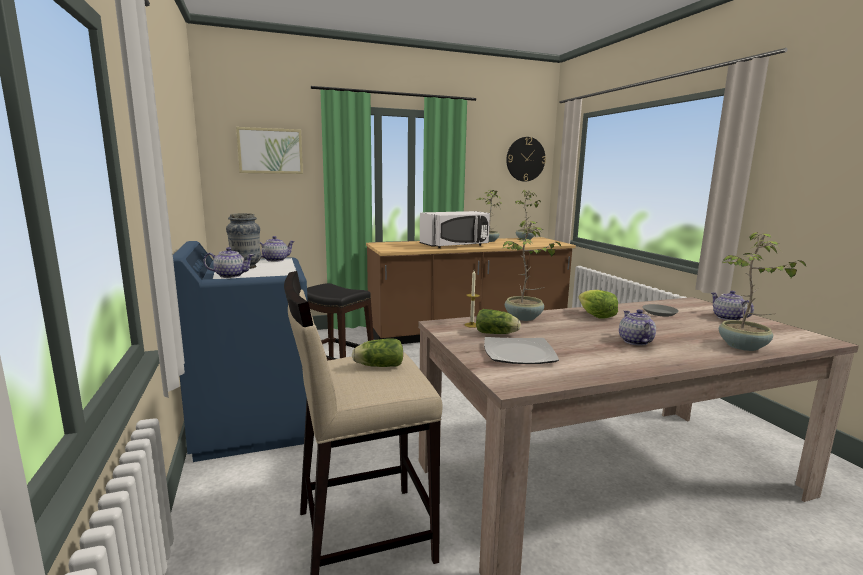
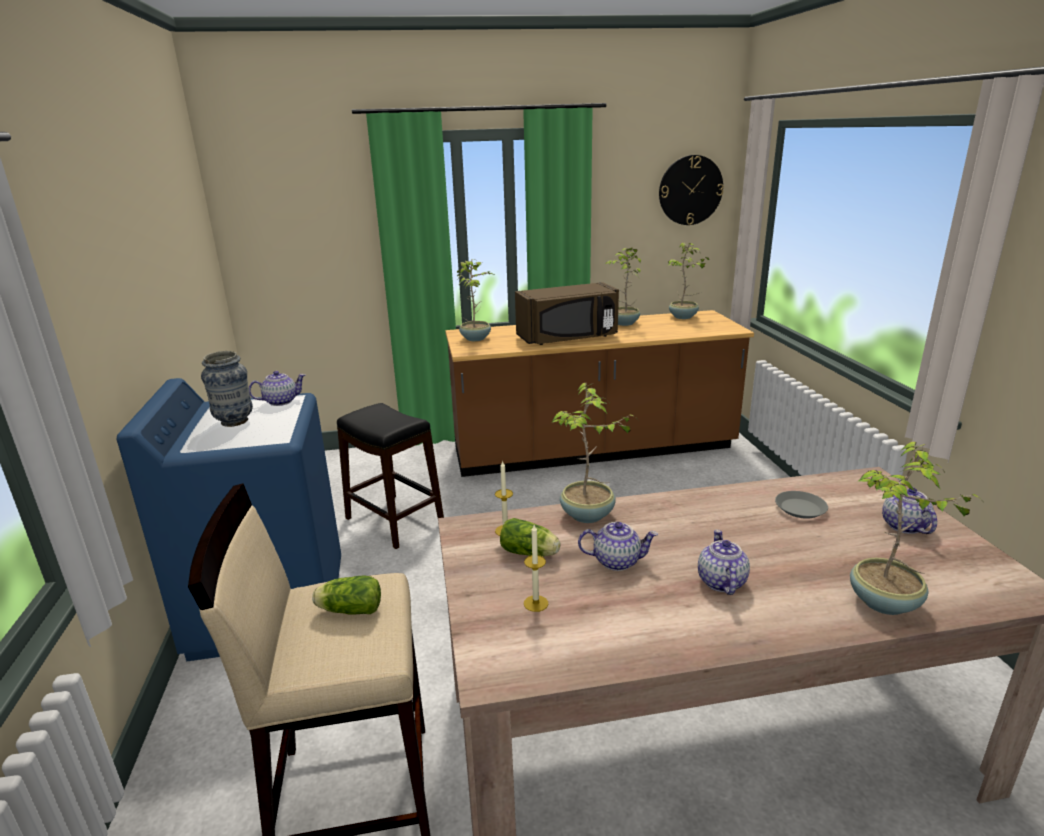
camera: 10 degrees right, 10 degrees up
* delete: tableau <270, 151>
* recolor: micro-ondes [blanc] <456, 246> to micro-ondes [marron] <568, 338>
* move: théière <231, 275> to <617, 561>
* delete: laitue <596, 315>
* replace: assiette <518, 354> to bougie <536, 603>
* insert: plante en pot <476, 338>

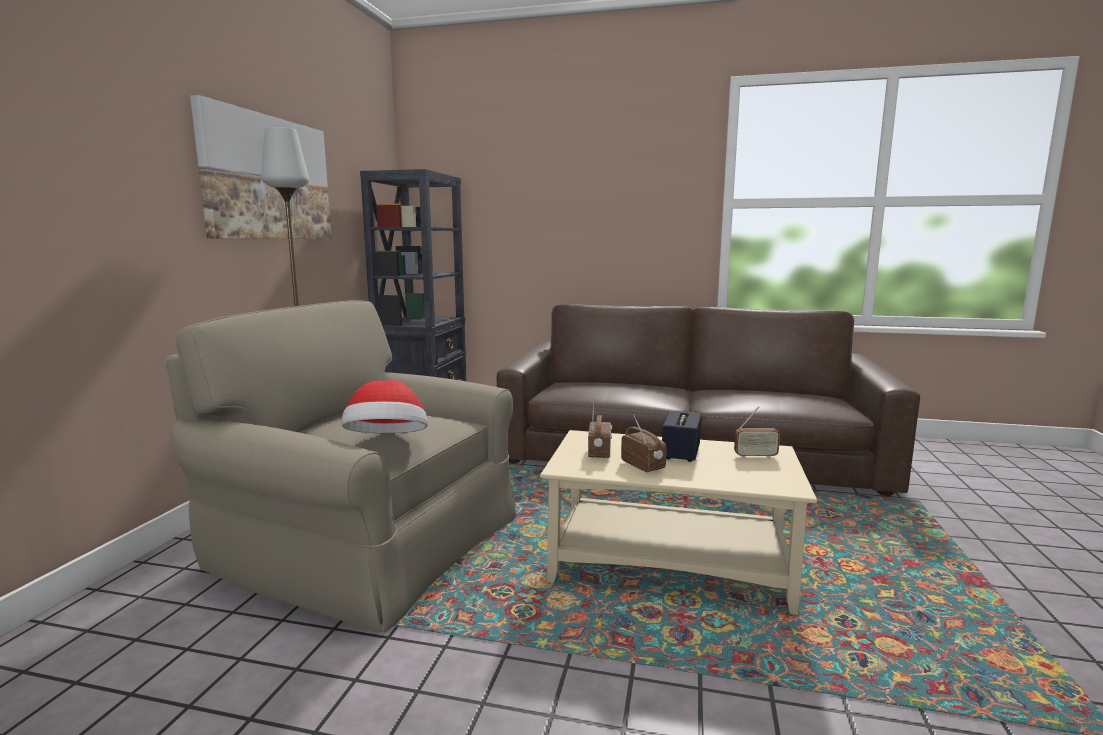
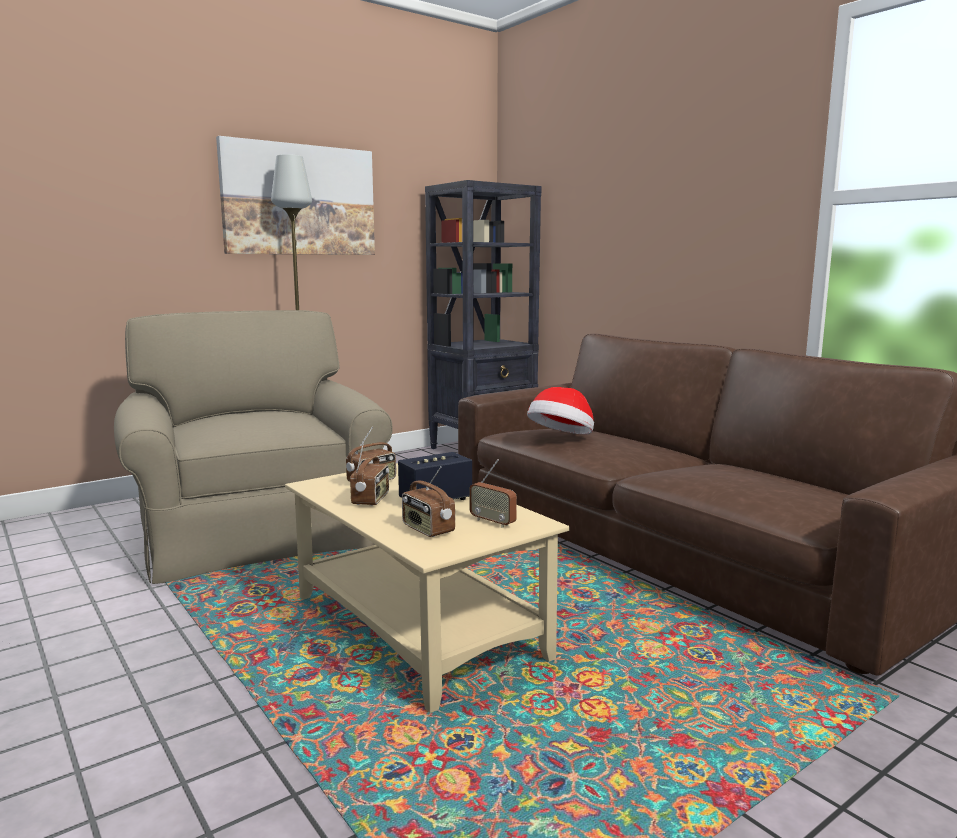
camera: 40 degrees right, 0 degrees up
* move: chapeau <388, 443> to <561, 438>
* insert: radio <427, 529>

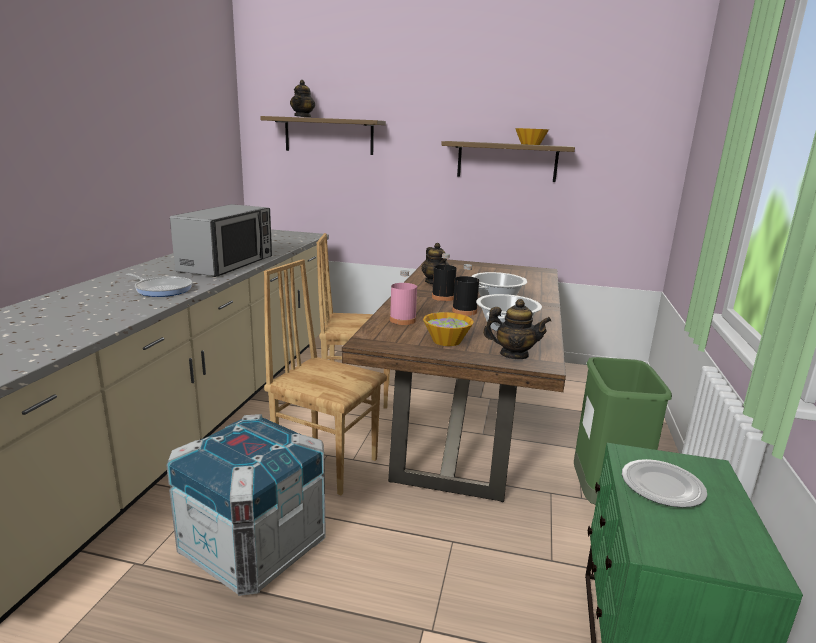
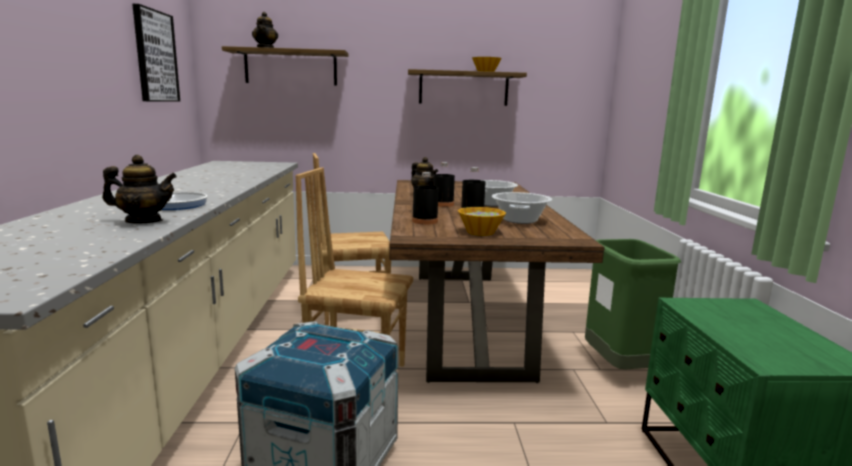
camera: 15 degrees left, 5 degrees down
* delete: micro-ondes <227, 264>
* recolor: bouteille [rose] <402, 320> to bouteille [noir] <425, 221>
* move: théière <514, 355> to <144, 221>
* delete: assiette <663, 485>
* insert: tableau <155, 56>

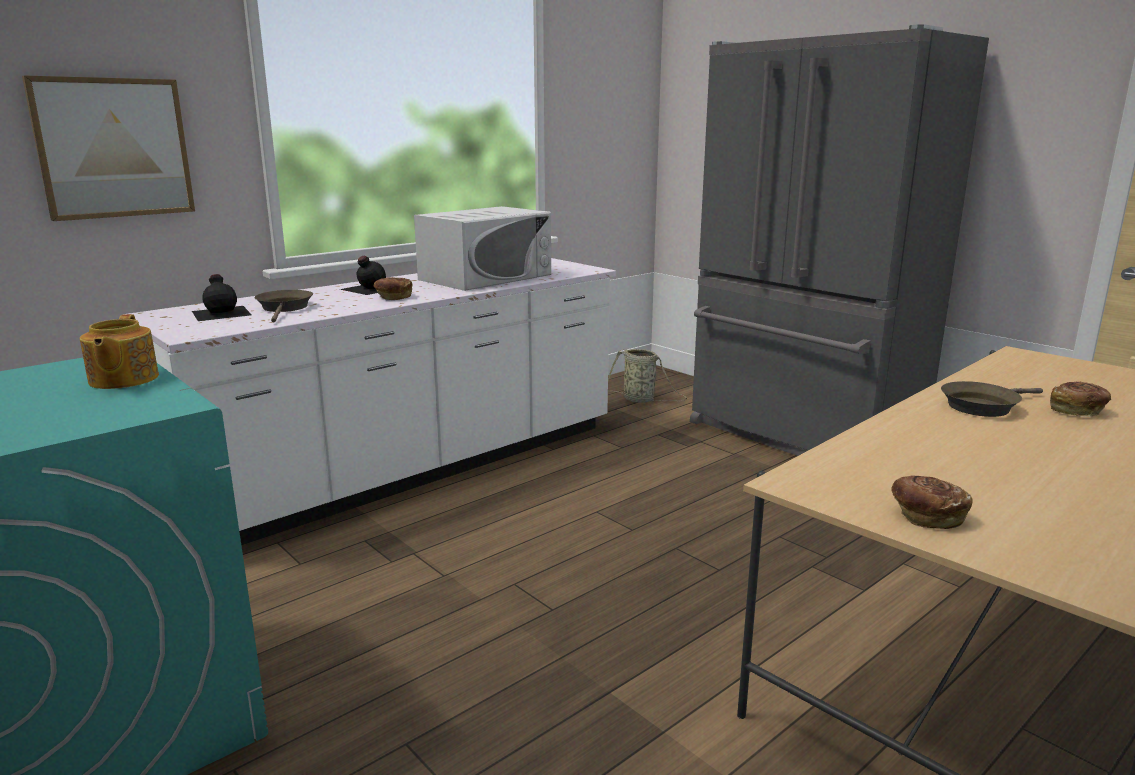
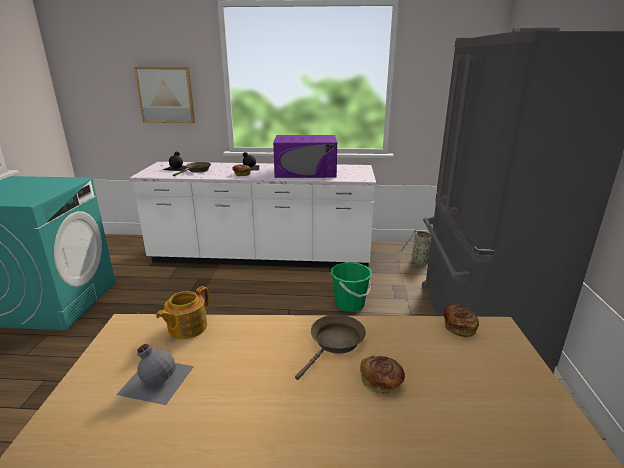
camera: 45 degrees right, 5 degrees up
* recolor: micro-ondes [blanc] <486, 277> to micro-ondes [violet] <306, 172>
* move: théière <122, 379> to <186, 327>
* rotate: poêle [marron] <983, 406> = <335, 343> 105 degrees clockwise
* move: pain <926, 516> to <458, 327>
* insert: seau [vert] <349, 304>
* insert: bouteille [gris] <156, 379>

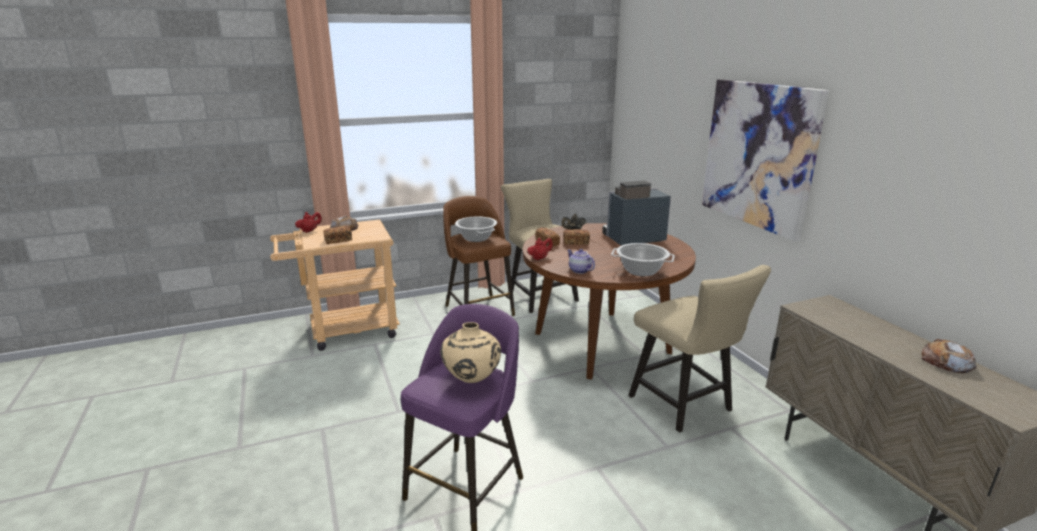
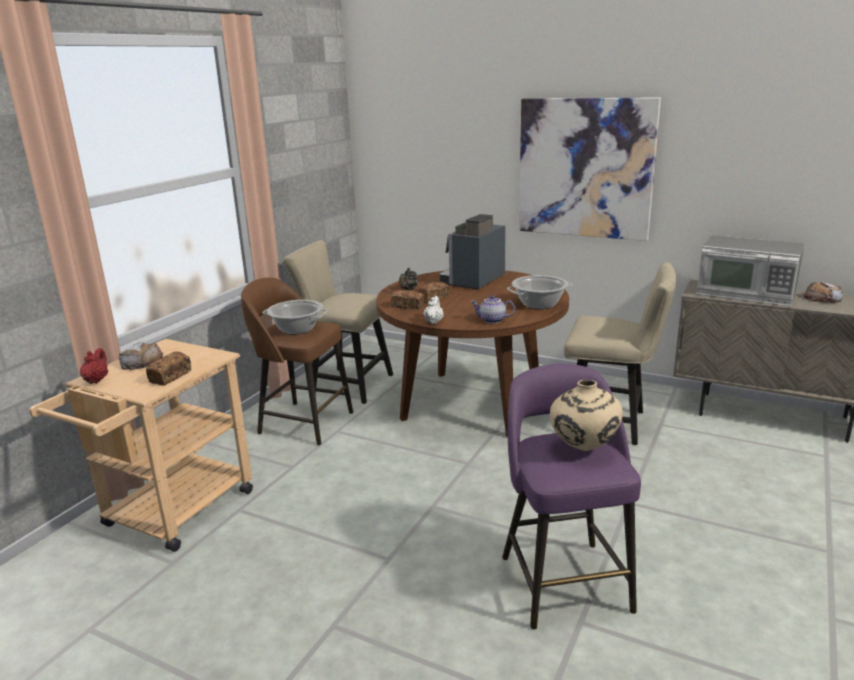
camera: 40 degrees left, 0 degrees up
* recolor: théière [rouge] <539, 258> to théière [blanc] <433, 322>
* insert: micro-ondes <746, 294>

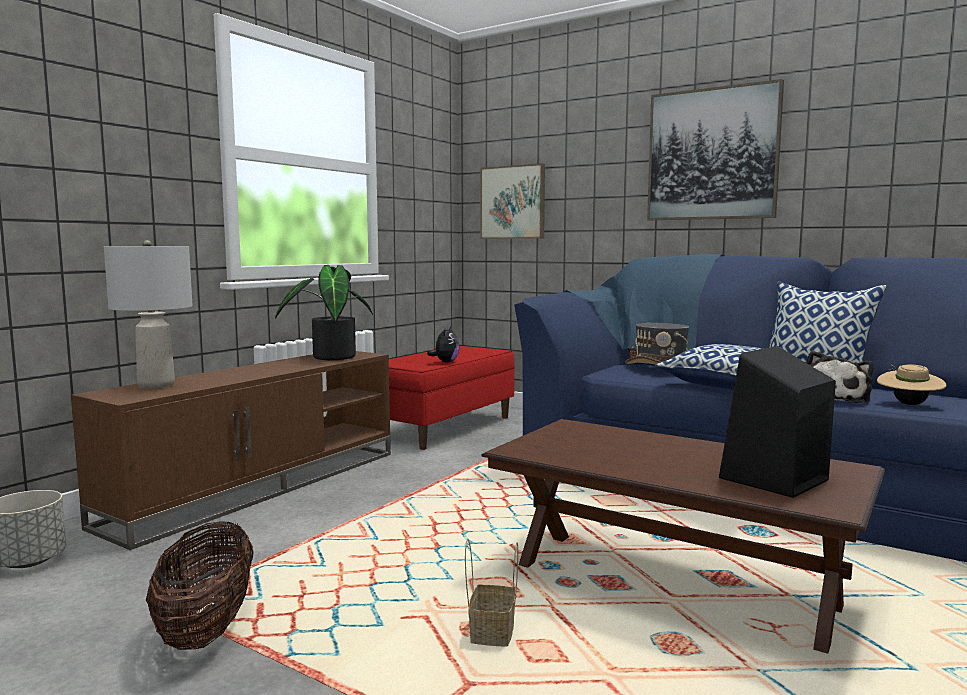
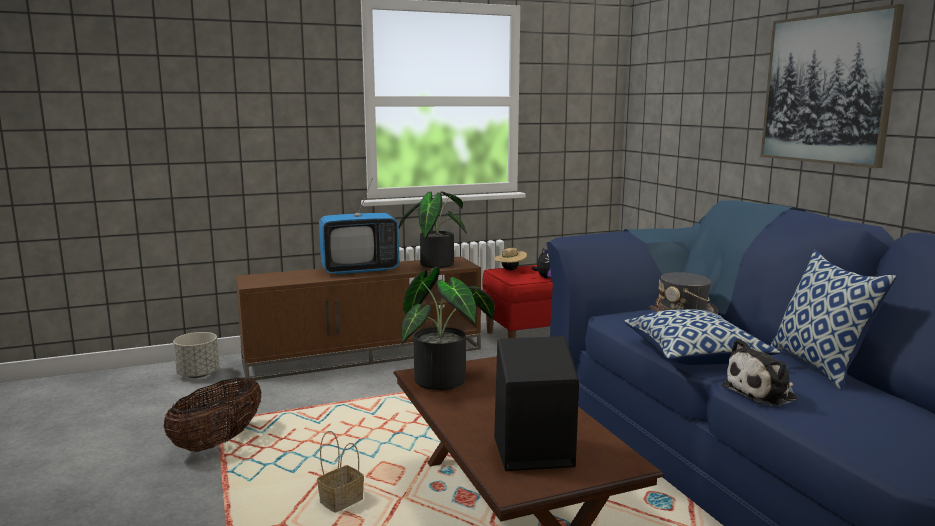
camera: 35 degrees right, 5 degrees up
* delete: tableau <513, 202>
* delete: lampe de table [gris] <156, 385>
* move: chapeau [beige] <908, 404> to <510, 270>
* insert: téléviseur <360, 270>
* insert: plante en pot <447, 380>

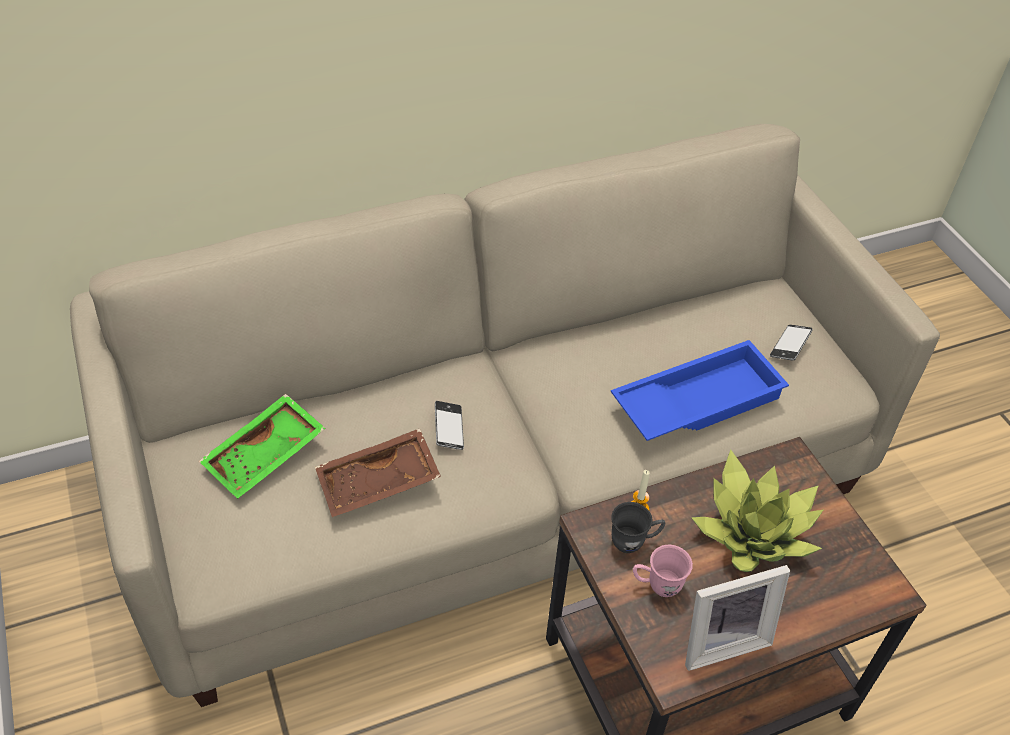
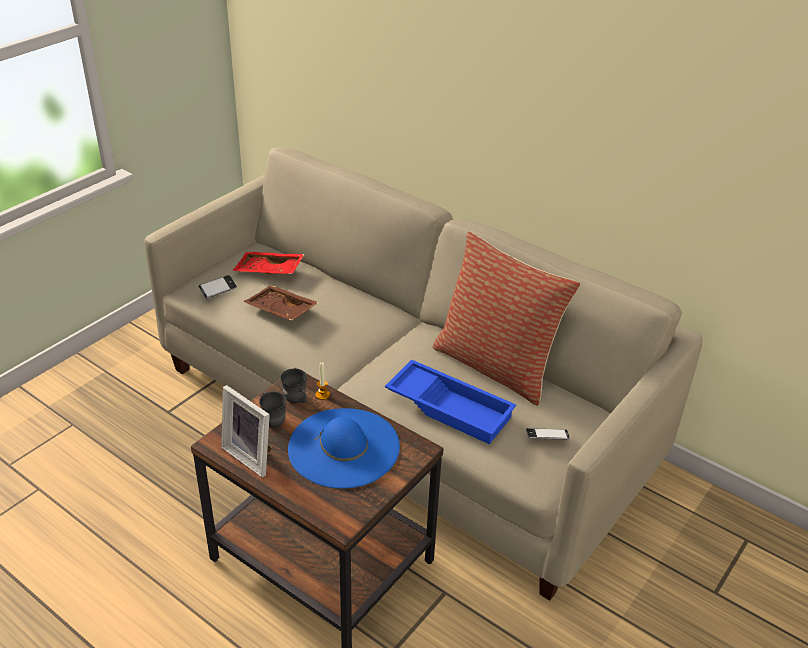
camera: 60 degrees right, 10 degrees down
* recolor: plateau [vert] <266, 456> to plateau [rouge] <268, 271>
* move: téléphone <449, 428> to <218, 289>
* replace: plante en pot <754, 531> to chapeau [bleu] <344, 447>
* recolor: mug [rose] <657, 585> to mug [gris] <272, 418>
* insert: coussin <496, 365>

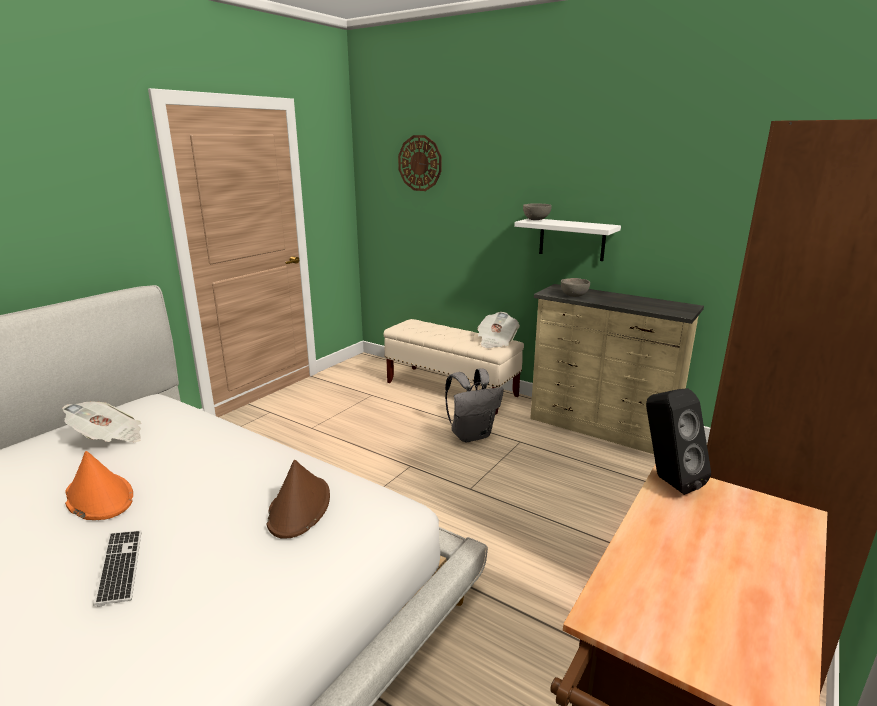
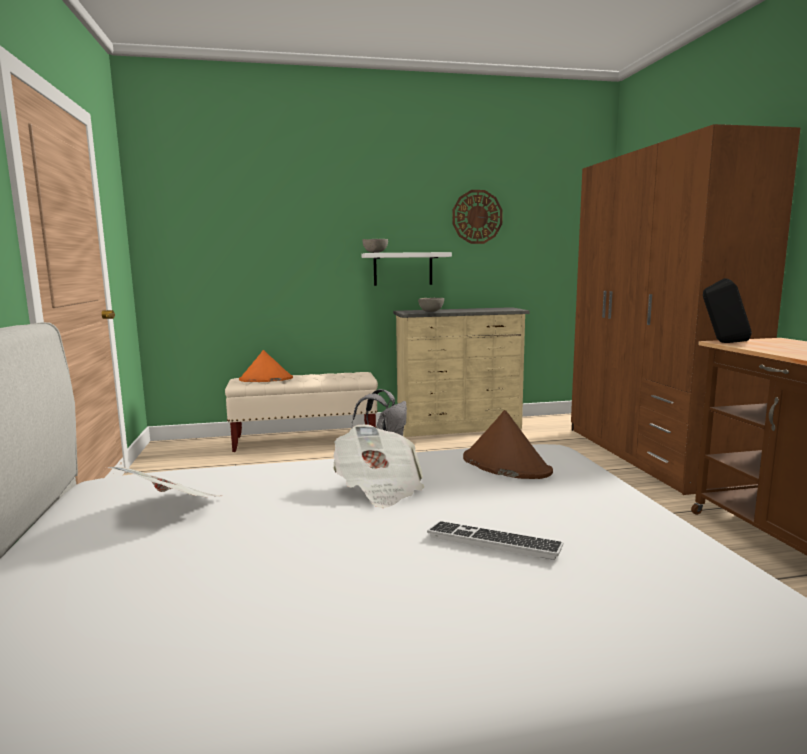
camera: 45 degrees left, 10 degrees down
* move: horloge murale <420, 163> to <477, 217>
* move: journal <496, 341> to <379, 488>
* move: chapeau [orange] <99, 497> to <265, 379>

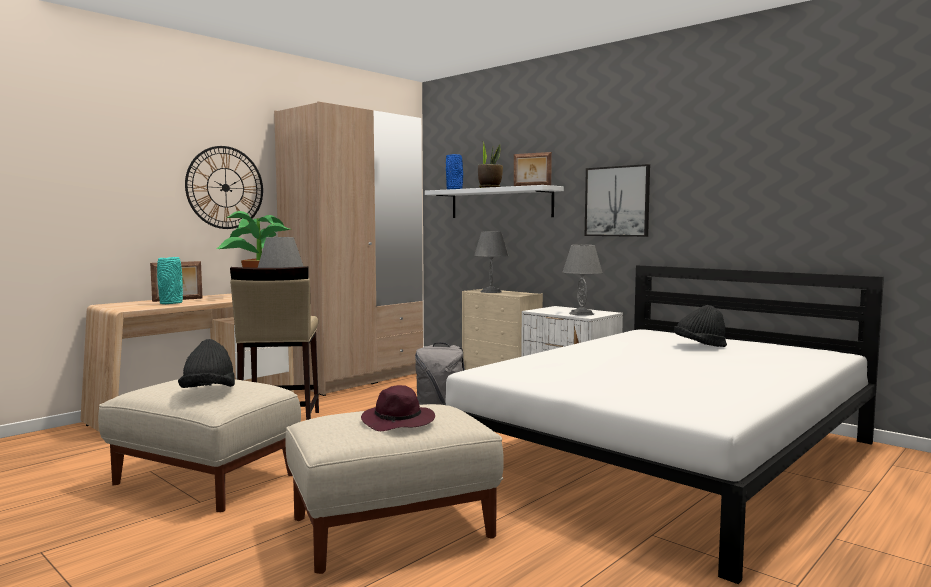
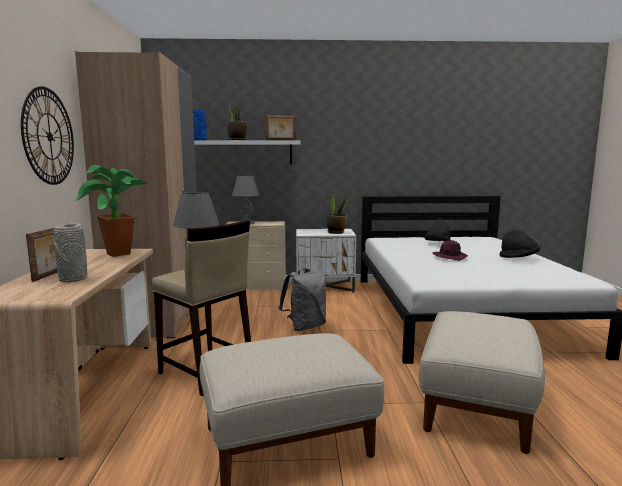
camera: 45 degrees left, 5 degrees up
* delete: tableau <617, 201>
* replace: lampe de table [gris] <581, 313> to plante en pot <336, 232>
* recolor: vase [turquoise] <171, 303> to vase [gris] <73, 279>
* move: chapeau [noir] <208, 392> to <519, 258>
* move: chapeau [violet] <399, 422> to <450, 257>

